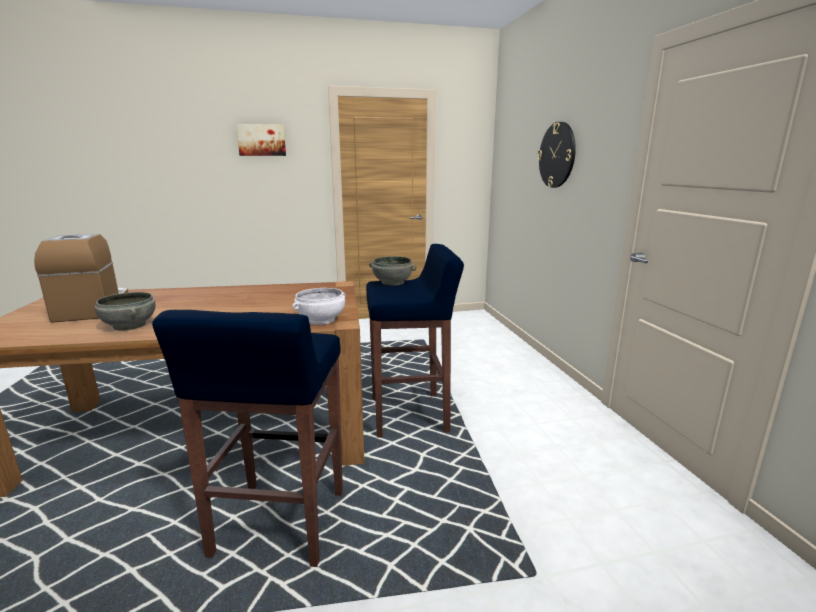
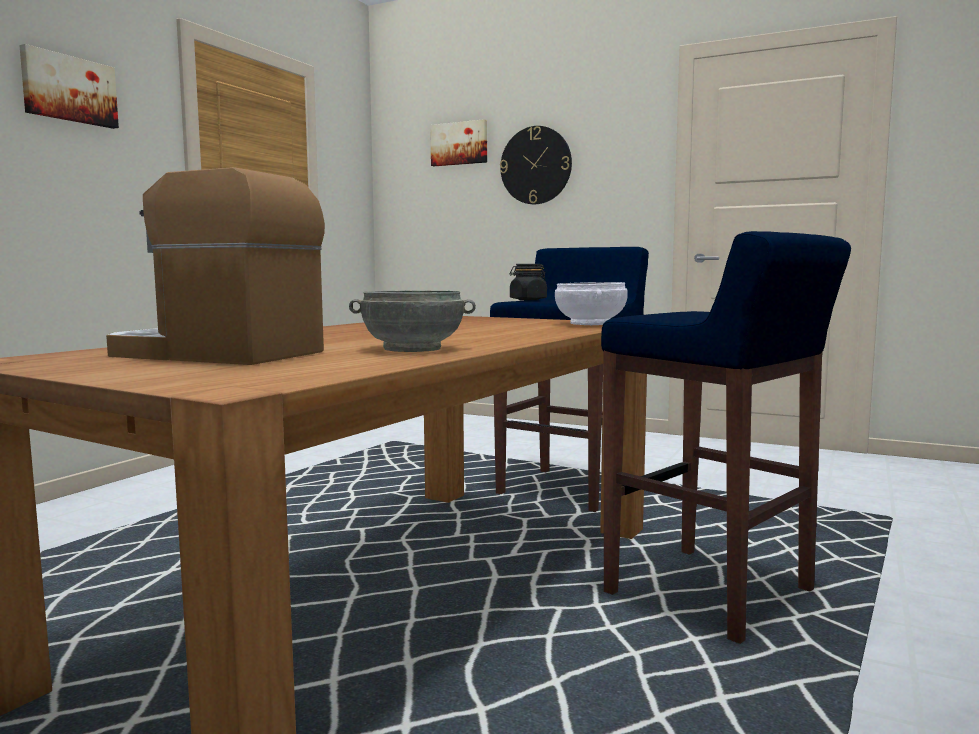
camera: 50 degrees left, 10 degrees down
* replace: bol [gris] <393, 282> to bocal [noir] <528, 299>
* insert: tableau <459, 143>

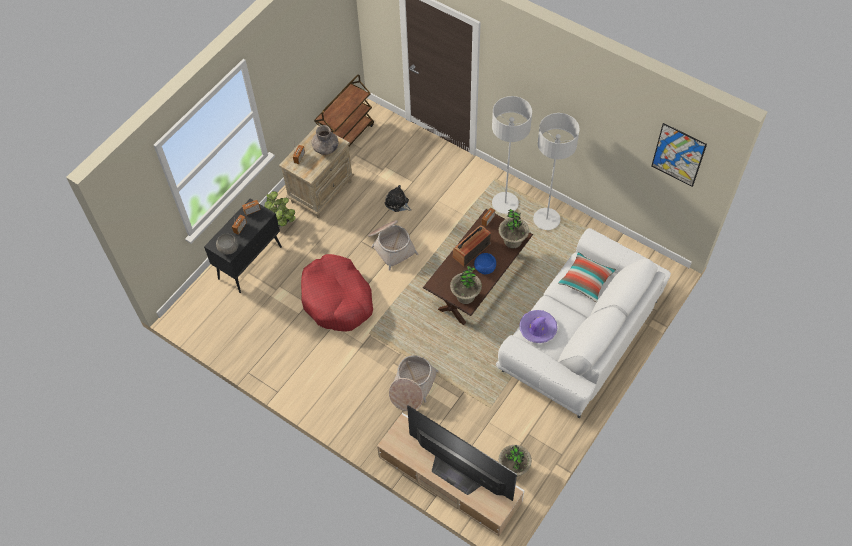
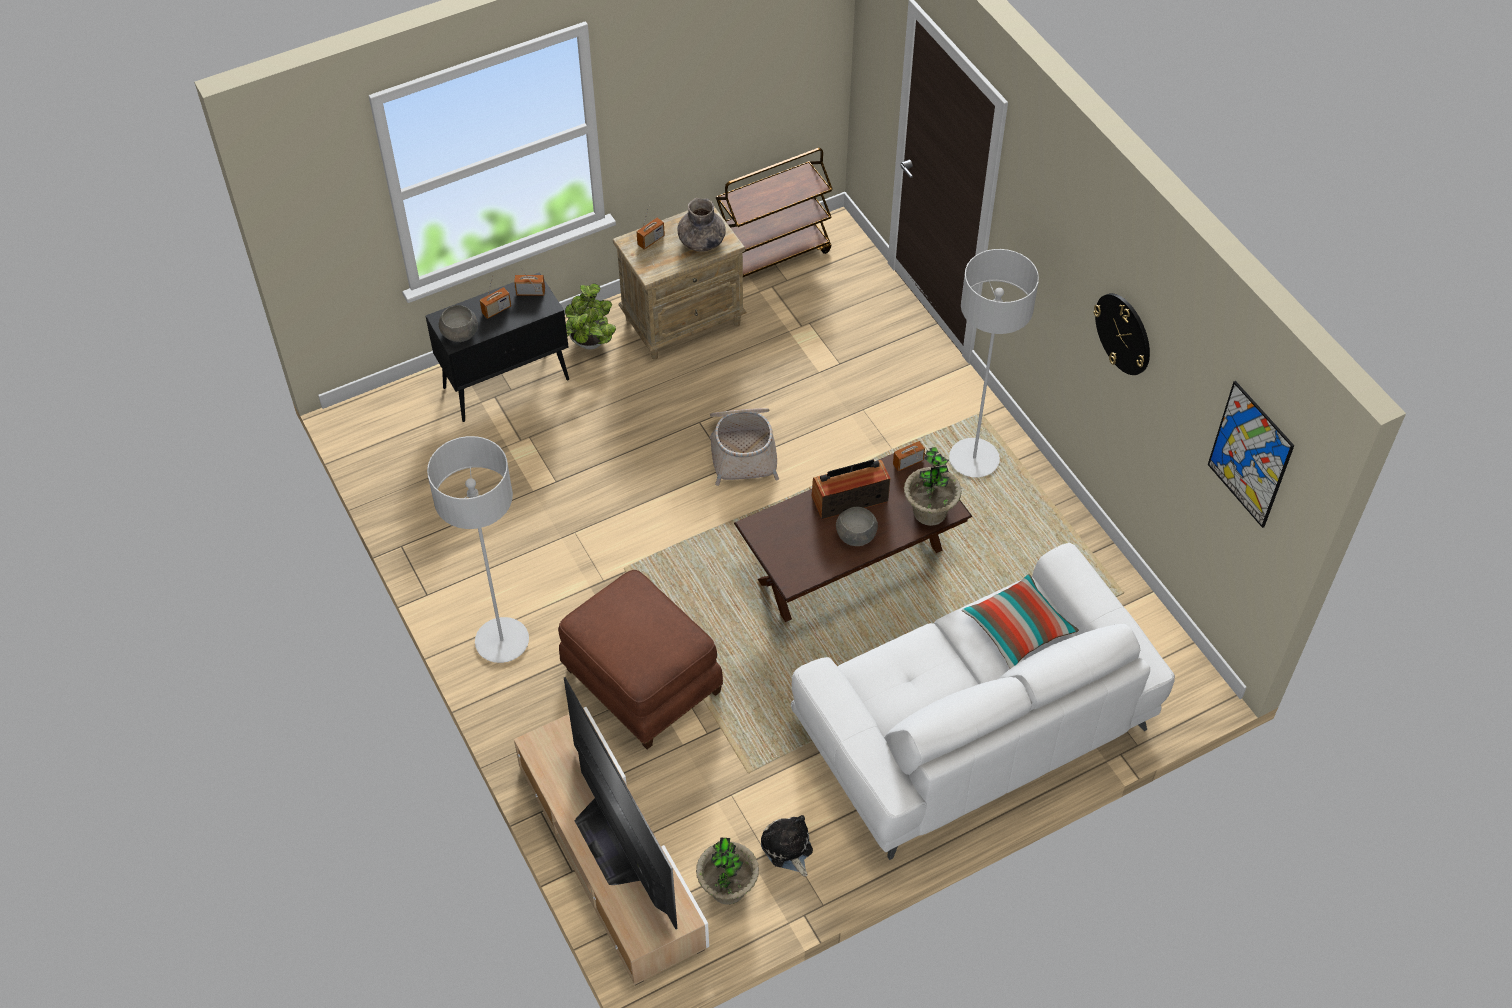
camera: 25 degrees right, 5 degrees down
* move: lampadaire [gris] <546, 219> to <502, 641>
* move: peluche <397, 203> to <787, 848>
* recolor: bol [bleu] <485, 268> to bol [gris] <856, 535>
* delete: panier pour chien [rouge] <337, 299>
* delete: plante en pot <465, 296>
* delete: chapeau [violet] <537, 329>
* replace: panier <412, 387> to pouf [marron] <640, 682>
* insert: horloge murale <1123, 333>

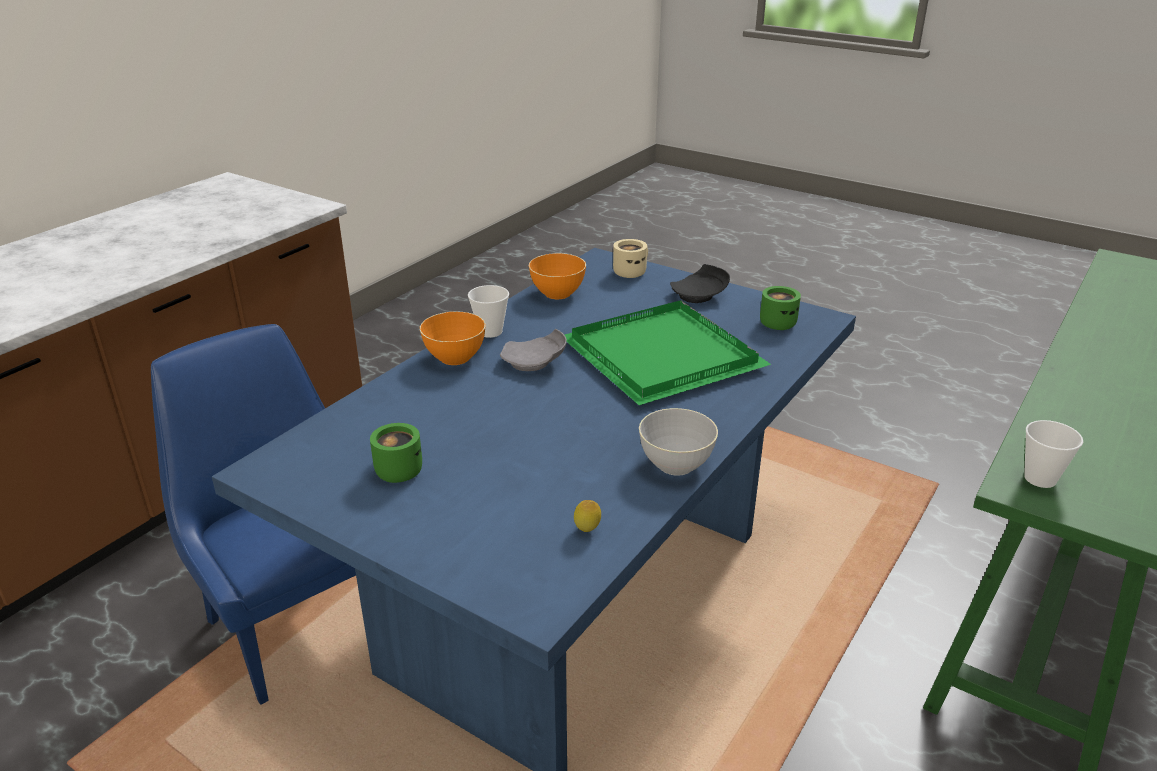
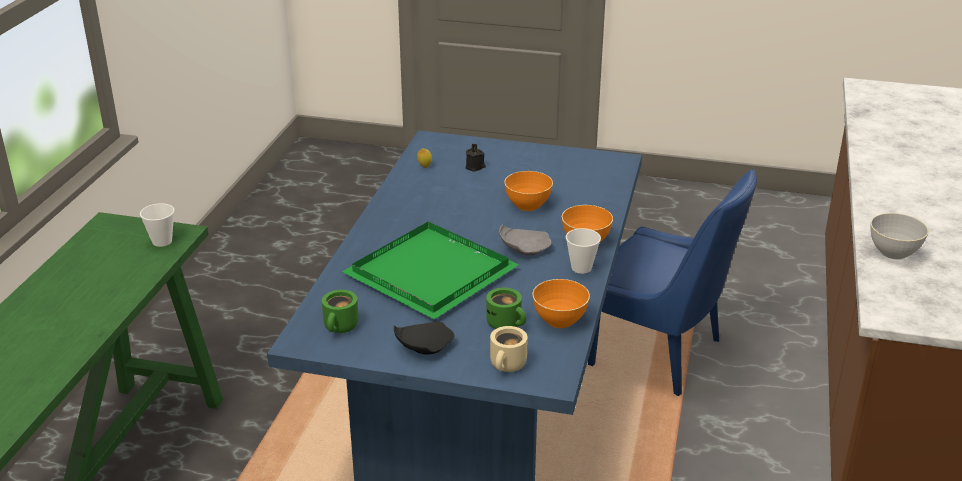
camera: 160 degrees right, 0 degrees up
* move: bol [gris] <675, 465> to <893, 252>
* move: mug [vert] <395, 470> to <507, 324>
* insert: bougie [noir] <475, 167>
* insert: bol [orange] <528, 205>

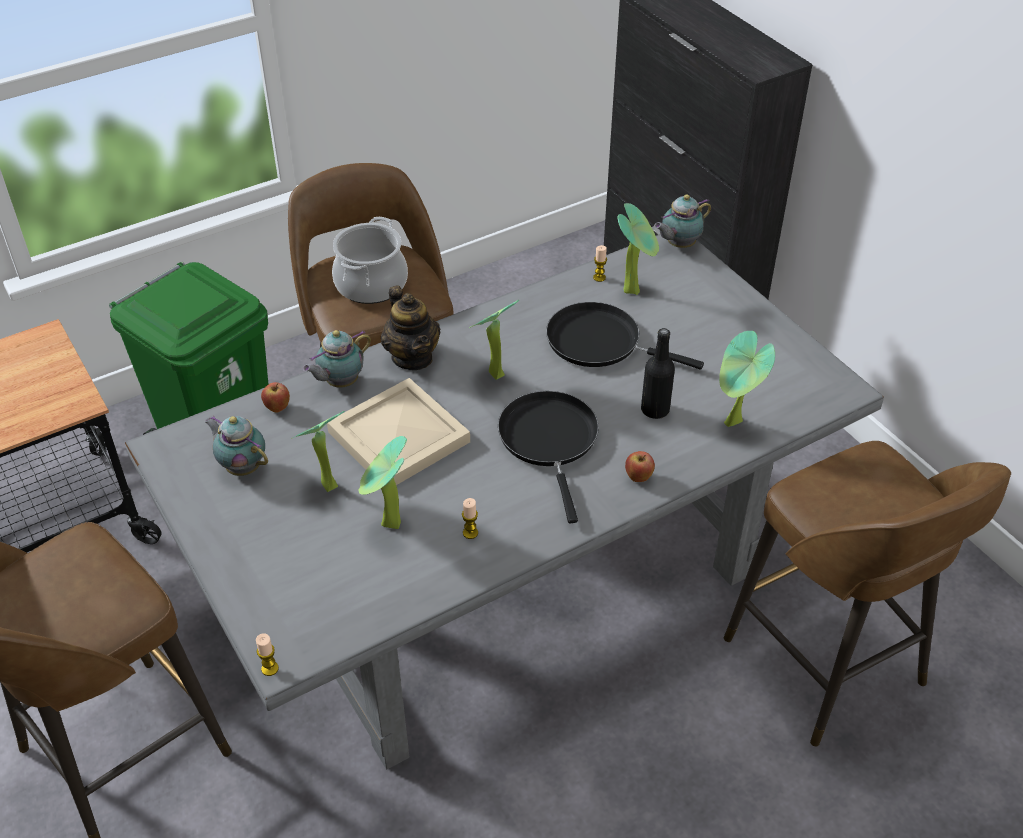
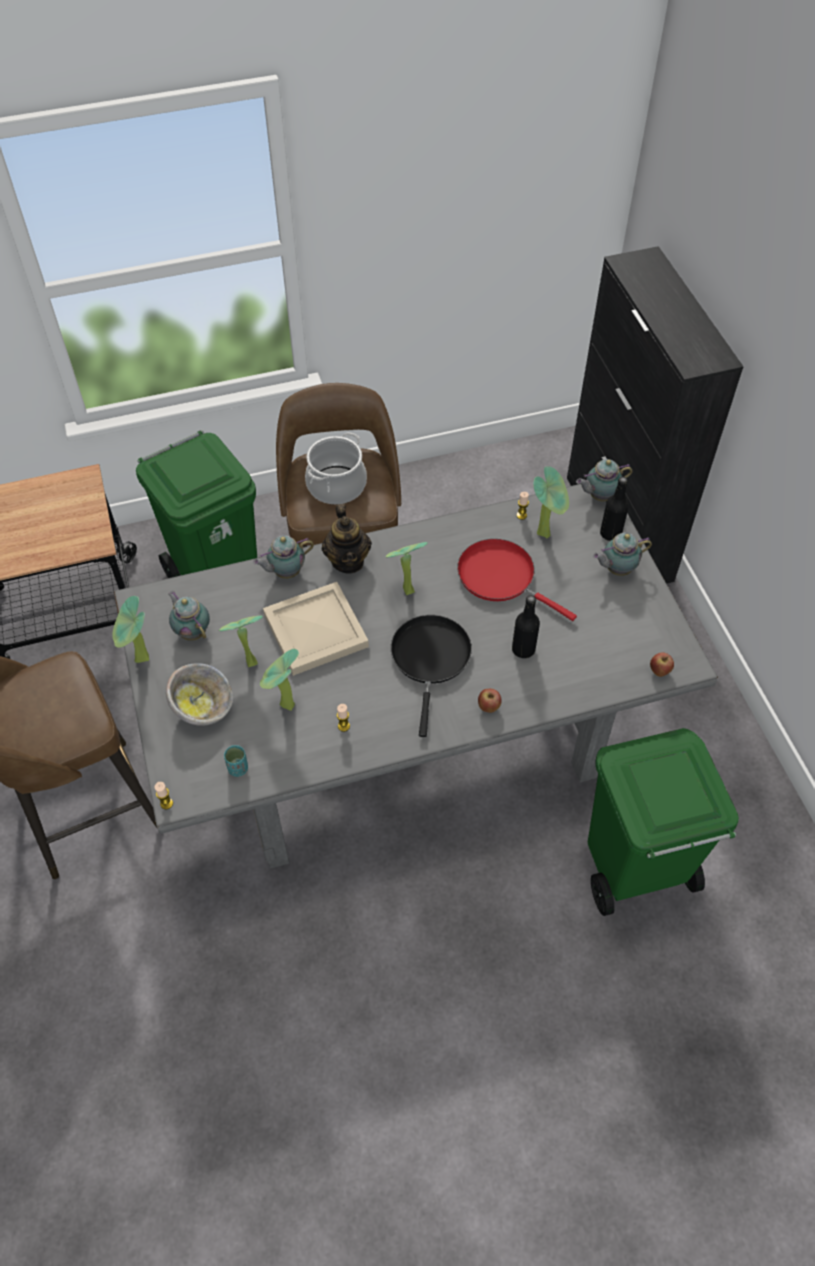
camera: 15 degrees right, 10 degrees up
* recolor: poêle [noir] <600, 342> to poêle [rouge] <501, 577>
* move: plante en pot <733, 425> to <141, 661>
* move: pomme <277, 408> to <659, 671>
* replace: tabouret [marron] <827, 666> to poubelle [vert] <633, 868>
* insert: bouteille [noir] <610, 533>
* insert: théière <616, 569>
* insert: bol <204, 707>
* insert: tasse [turquoise] <238, 768>

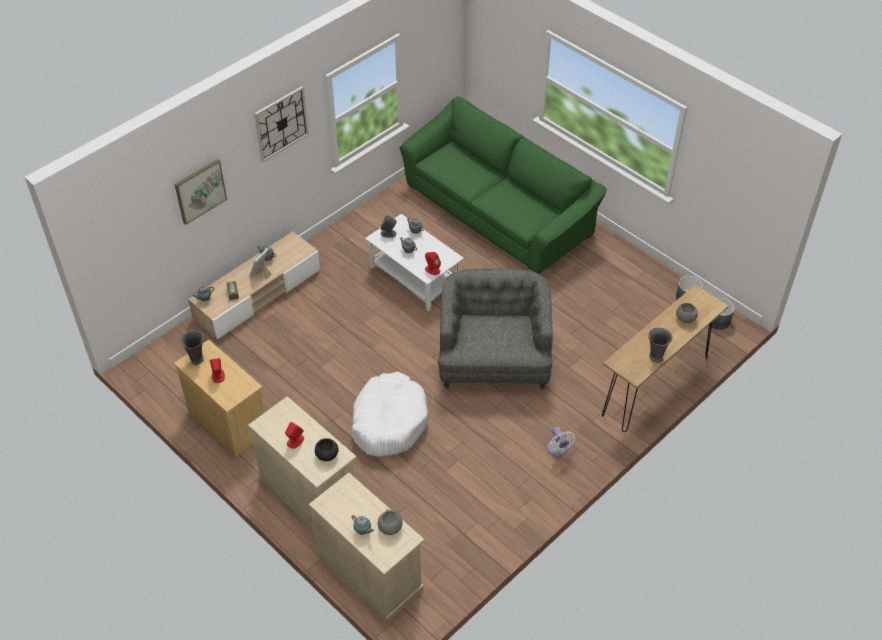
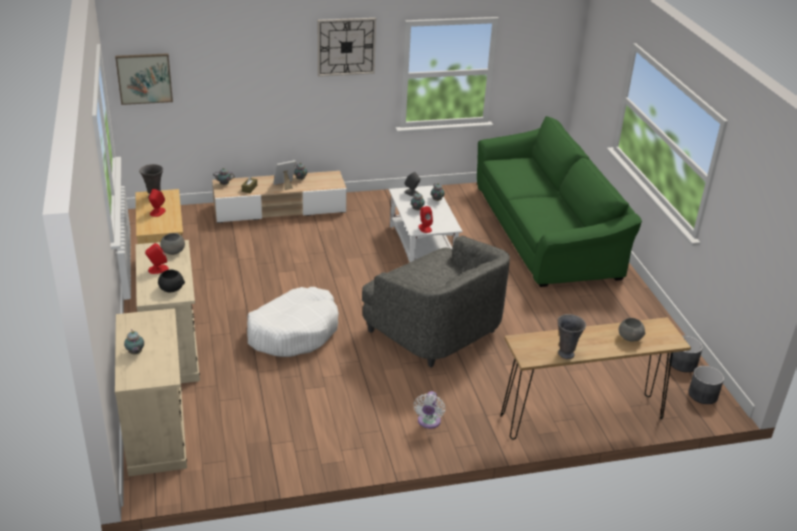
camera: 30 degrees right, 15 degrees down
* move: tableau <200, 191> to <144, 78>
* rotate: fauteuil [gris] <493, 360> = <434, 329> 105 degrees clockwise
* move: bol [gris] <390, 528> to <173, 252>

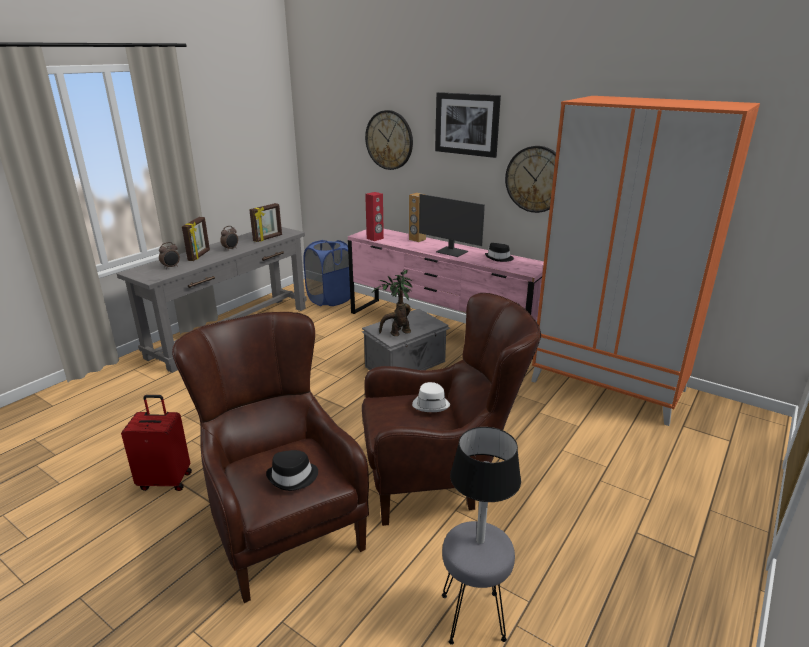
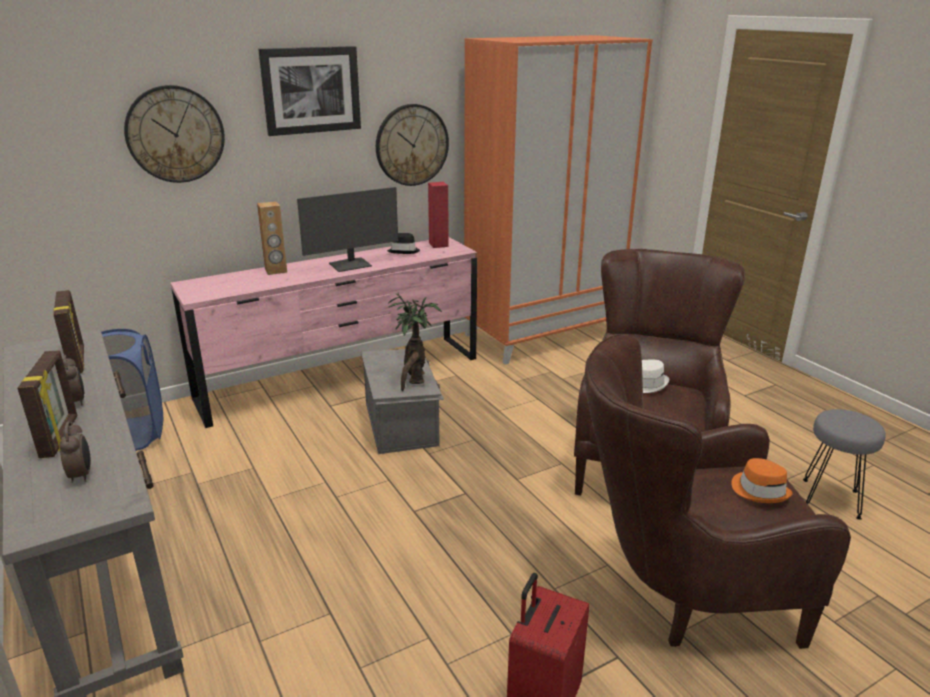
camera: 65 degrees left, 0 degrees up
* move: enceinte [rouge] <375, 238> to <439, 244>
* rotate: cadre photo <199, 255> = <60, 437> 45 degrees clockwise
* delete: lampe de table [noir] <480, 541>
* recolor: chapeau [noir] <293, 477> to chapeau [orange] <760, 490>

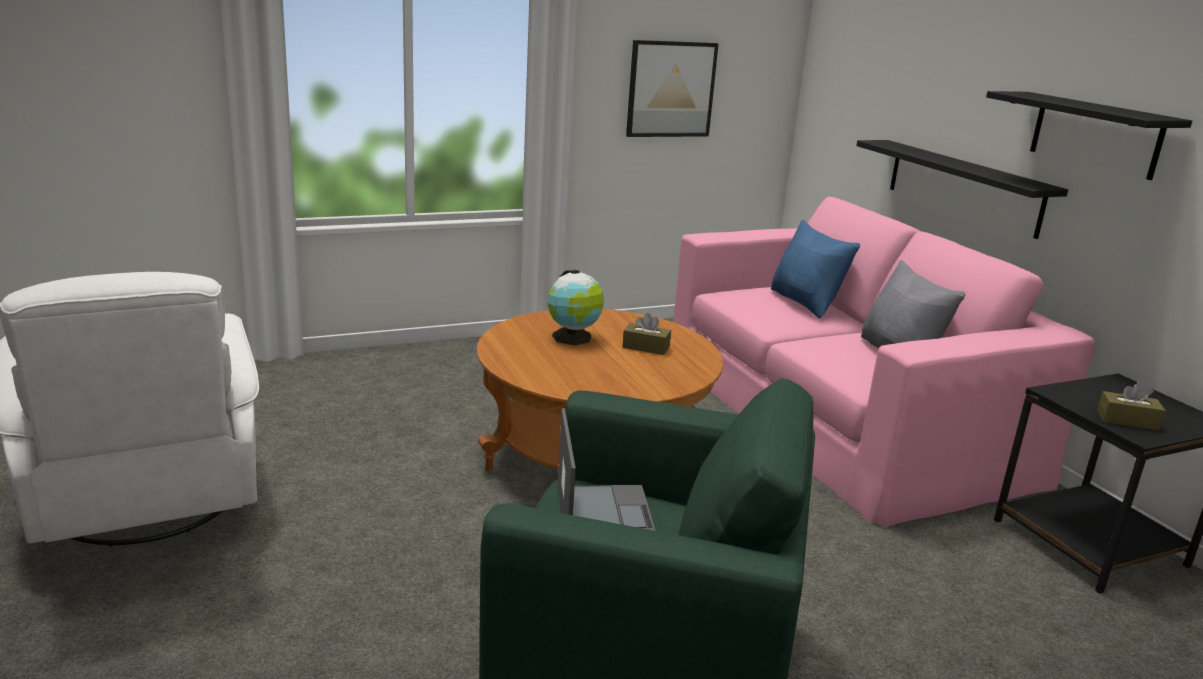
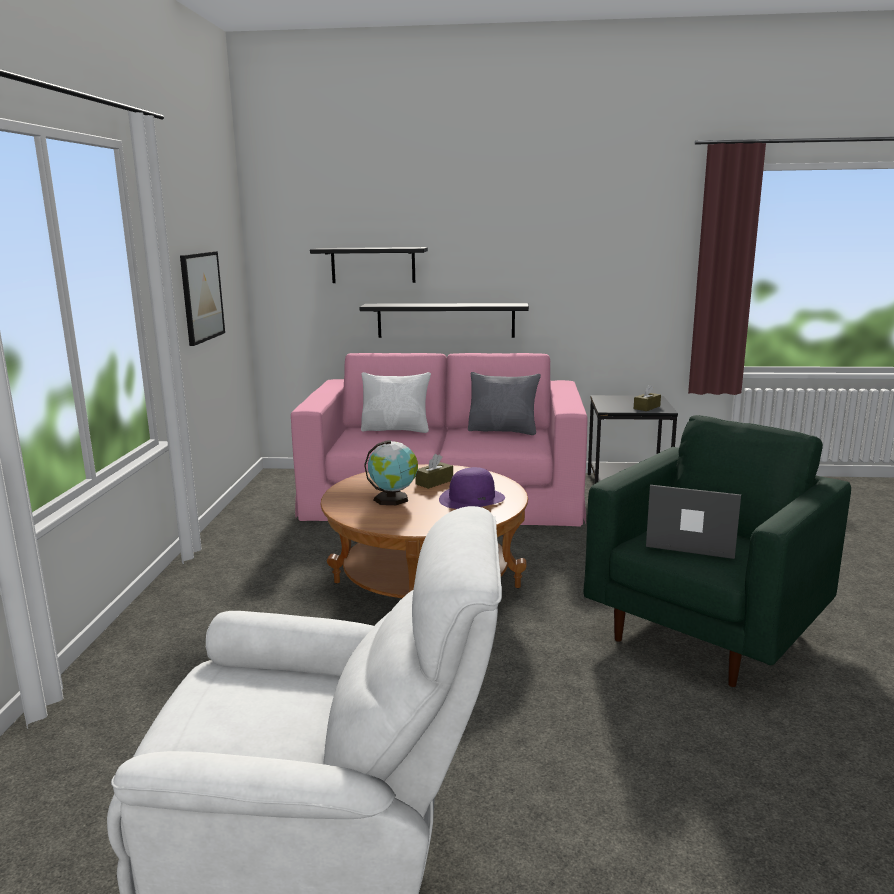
camera: 60 degrees left, 5 degrees down
* move: étagère [noir] <1095, 135> to <373, 265>
* recolor: coussin [bleu] <805, 303> to coussin [blanc] <396, 430>
* insert: chapeau [violet] <472, 498>

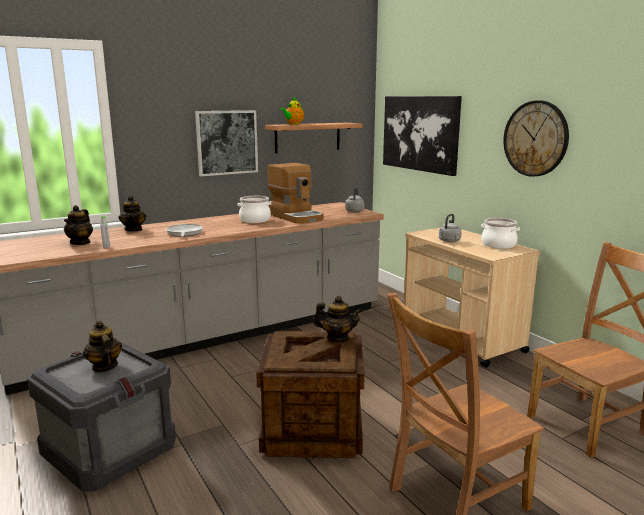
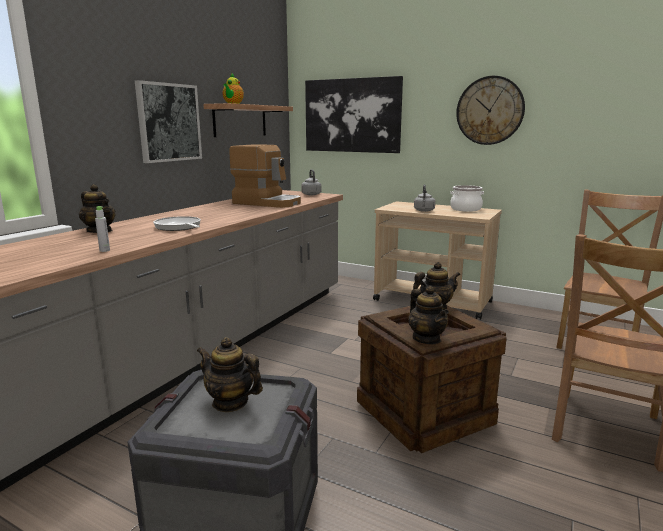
camera: 30 degrees left, 0 degrees up
* delete: marmite <255, 220>
* move: théière <80, 242> to <427, 339>

